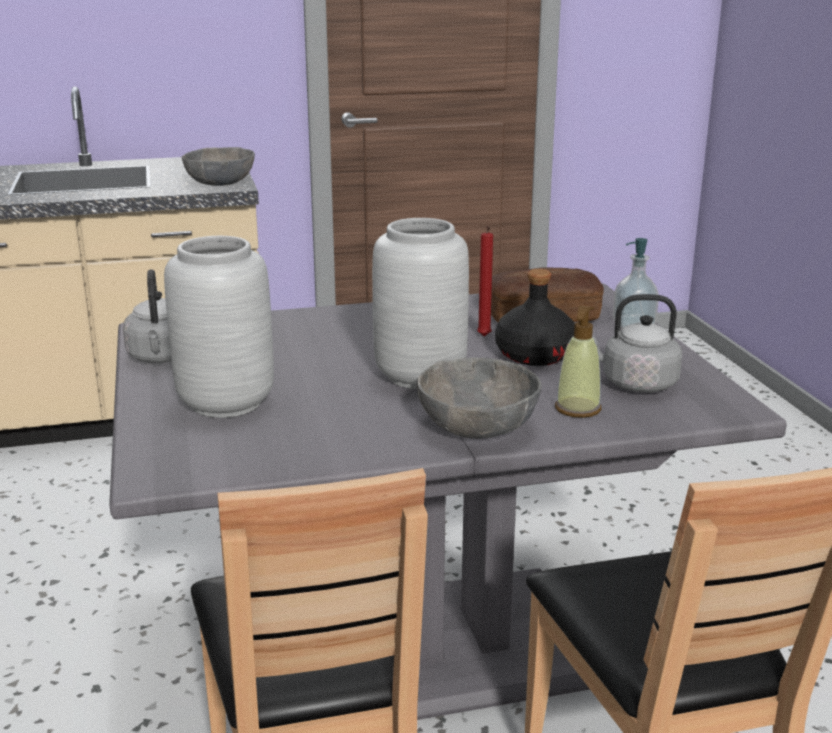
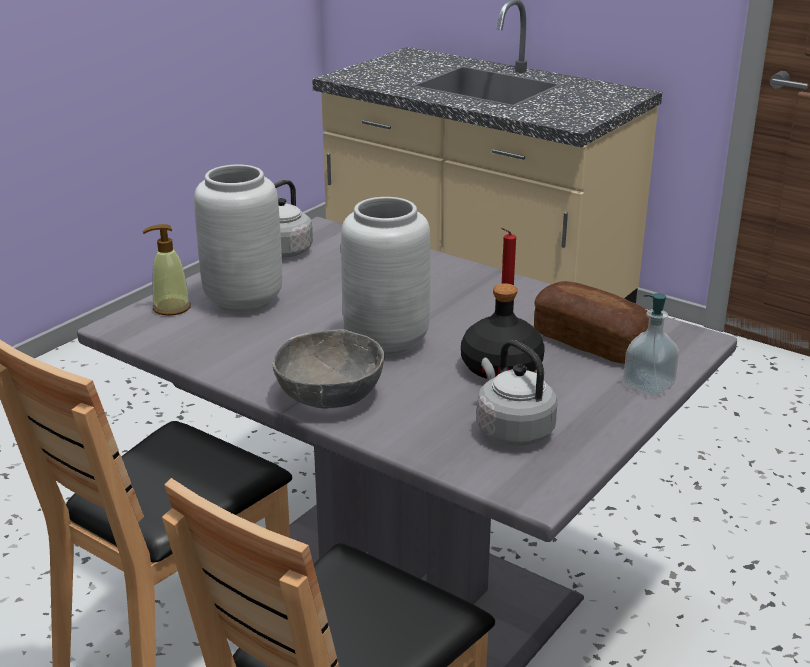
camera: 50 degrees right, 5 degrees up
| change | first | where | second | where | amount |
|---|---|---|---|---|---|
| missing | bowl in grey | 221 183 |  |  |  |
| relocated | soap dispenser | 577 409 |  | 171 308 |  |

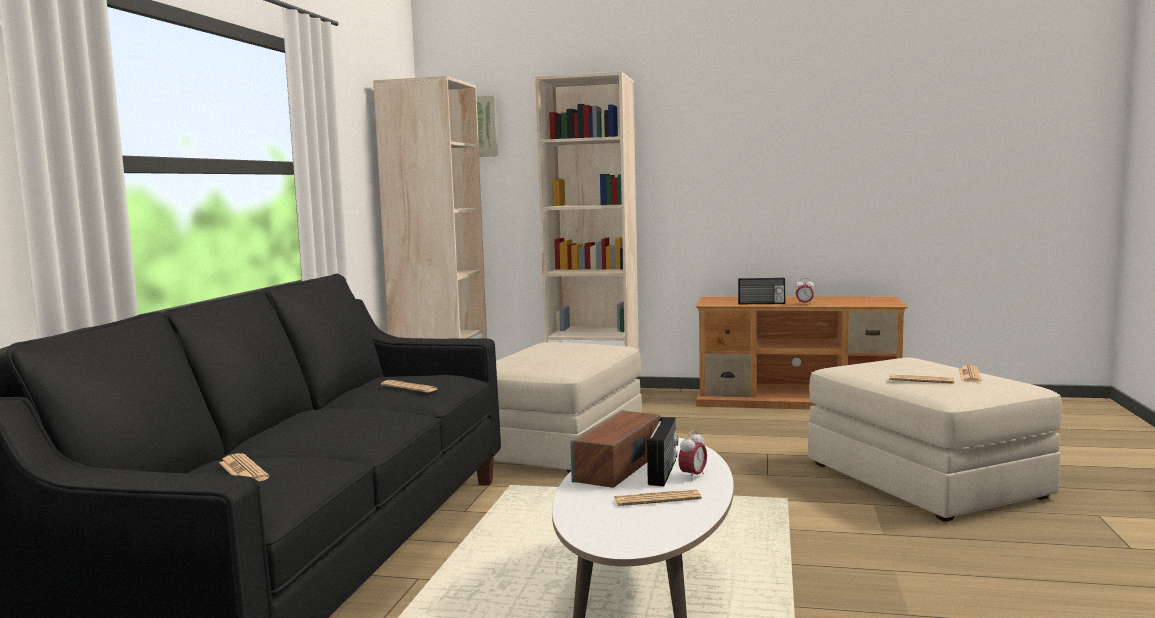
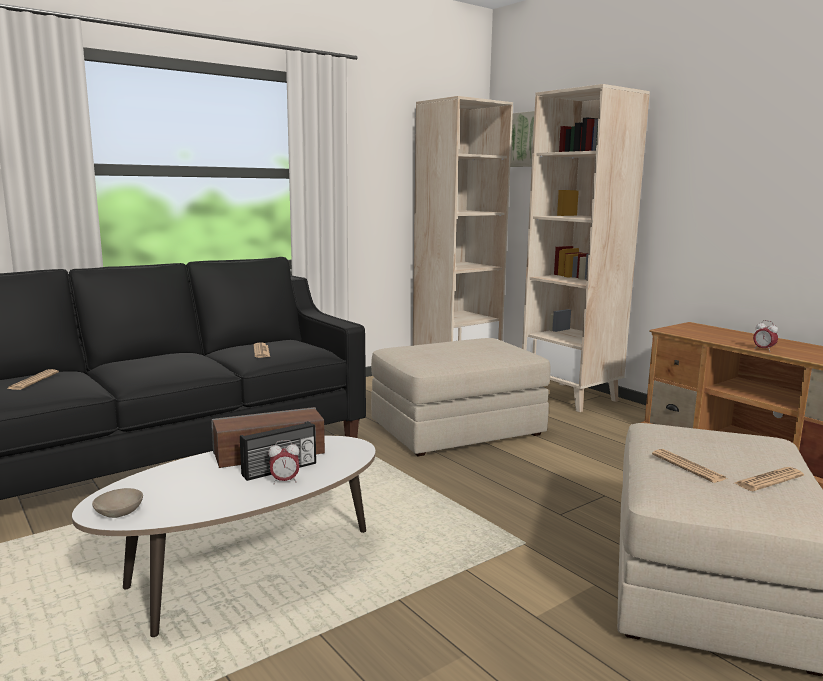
camera: 40 degrees right, 5 degrees up
| change | first | where | second | where | amount |
|---|---|---|---|---|---|
| missing | newspaper | 657 499 |  |  |  |
| missing | radio | 761 303 |  |  |  |
| appeared |  |  | bowl in beige | 121 512 |  |

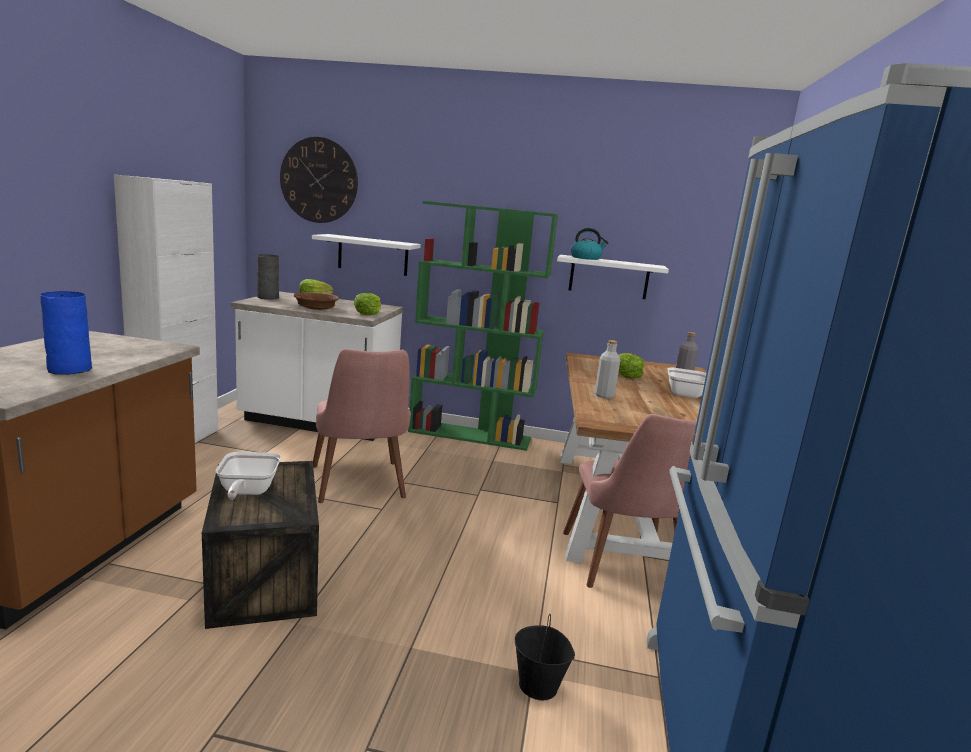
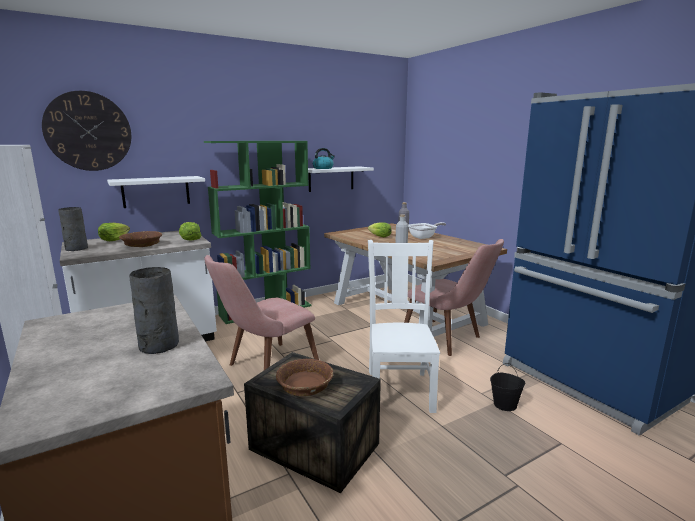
camera: 40 degrees left, 0 degrees up
| change | first | where | second | where | amount |
|---|---|---|---|---|---|
| colour | vase in blue | 68 369 | vase in grey | 158 345 |  |
| exchanged | frying pan | 247 492 | bowl in brown | 305 386 |  |
| spun | chair in pink | 360 487 |  | 264 369 | 105 degrees clockwise |
| appeared |  |  | chair in white | 399 389 |  |

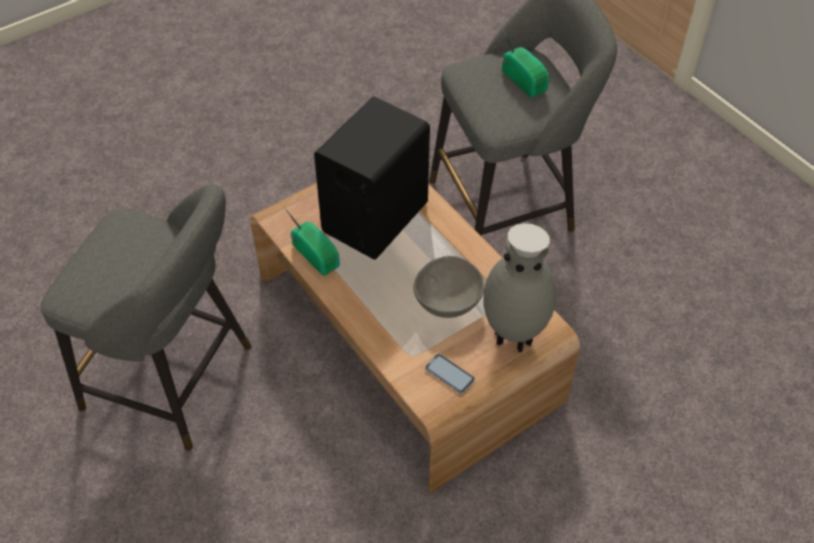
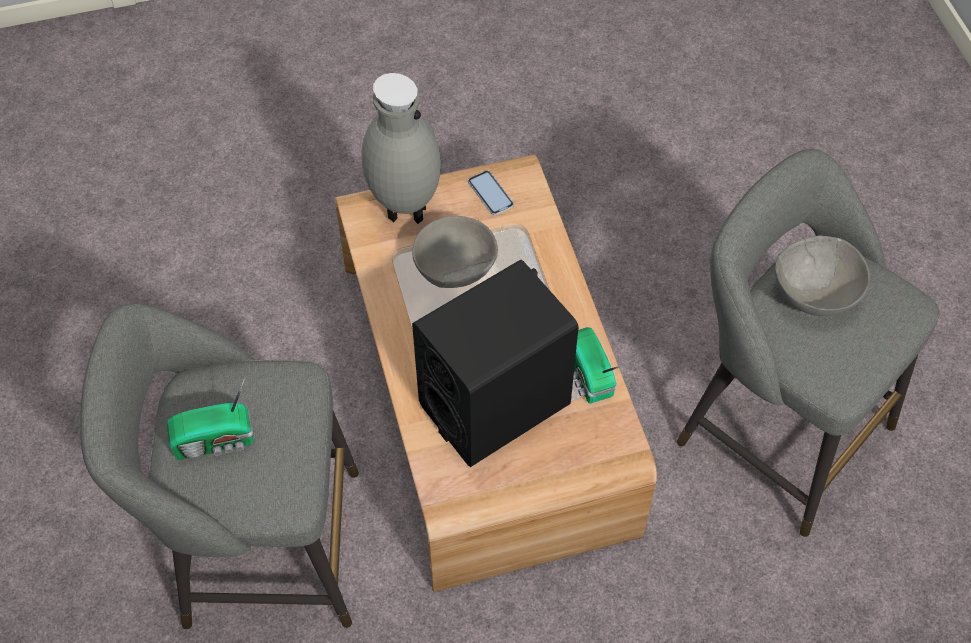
camera: 160 degrees left, 5 degrees up
| change | first | where | second | where | amount |
|---|---|---|---|---|---|
| spun | radio | 524 79 |  | 216 441 | 90 degrees counterclockwise |
| appeared |  |  | bowl in grey | 814 294 |  |

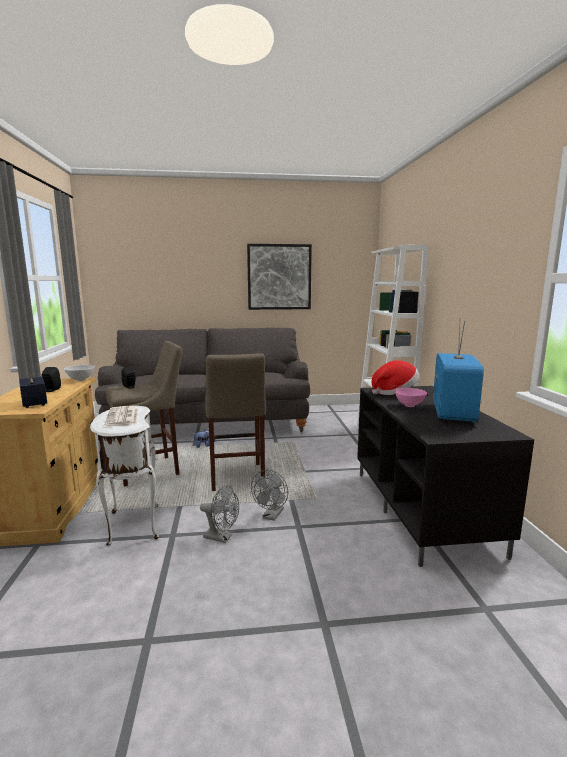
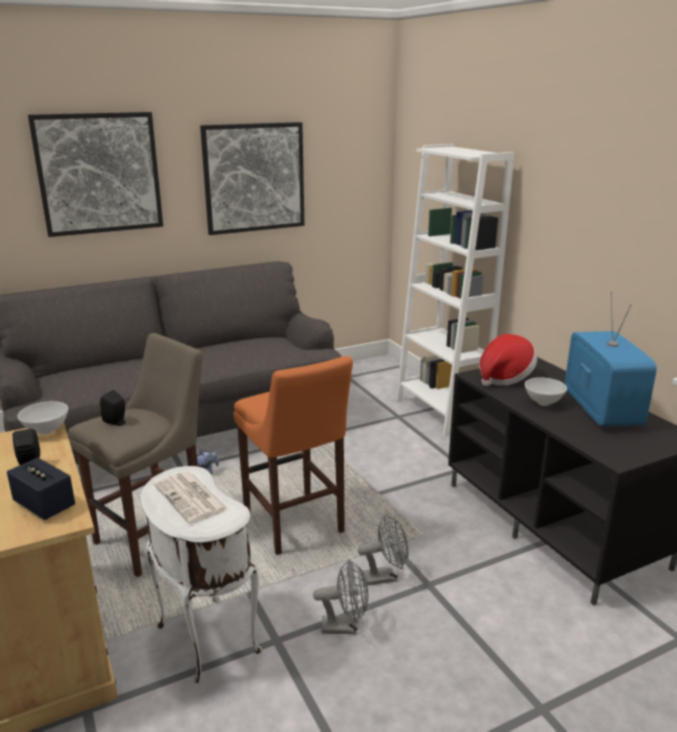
camera: 20 degrees left, 10 degrees up
| change | first | where | second | where | amount |
|---|---|---|---|---|---|
| colour | stool in beige | 236 478 | stool in orange | 295 525 |  |
| spun | fan in grey | 271 516 |  | 385 576 | 105 degrees counterclockwise |
| colour | bowl in pink | 409 405 | bowl in white | 543 402 |  |
| appeared |  |  | picture | 99 173 |  |

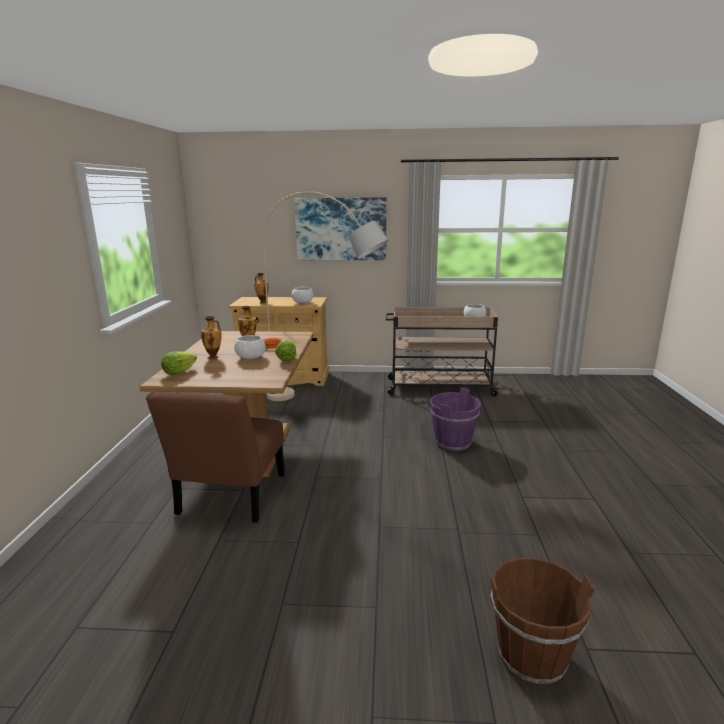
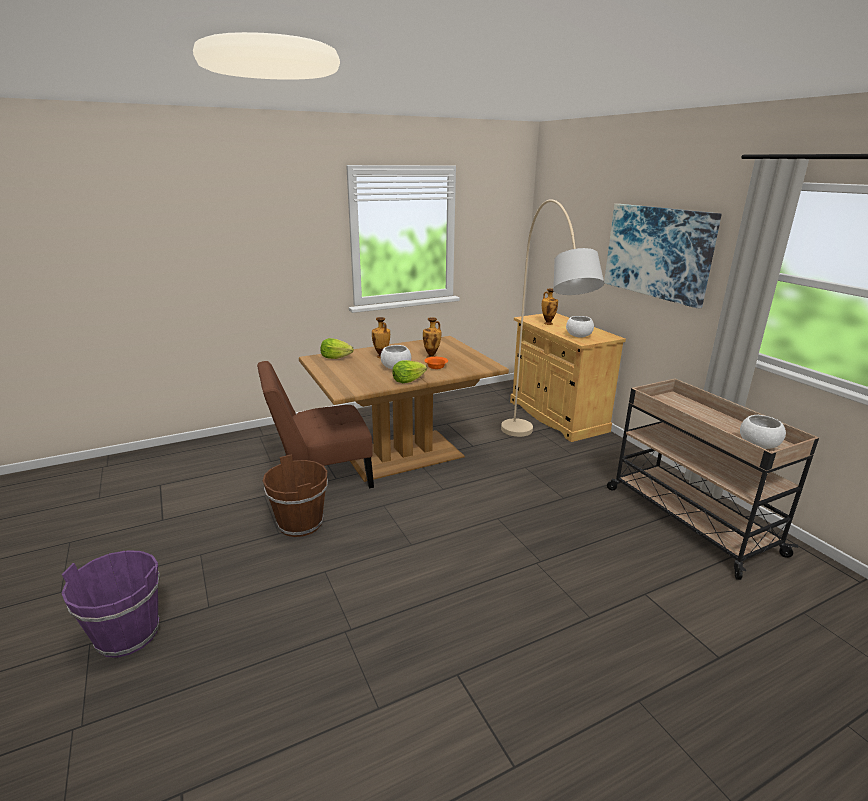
camera: 60 degrees right, 5 degrees up
| change | first | where | second | where | amount |
|---|---|---|---|---|---|
| relocated | bucket in purple | 452 443 |  | 128 634 |  |
| relocated | bucket in brown | 531 656 |  | 301 523 |  |

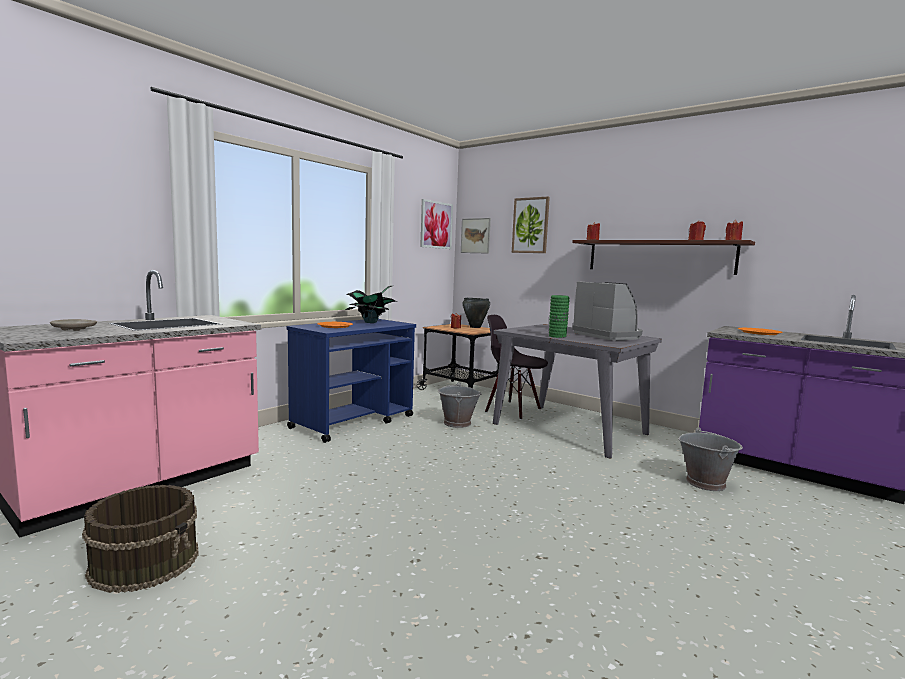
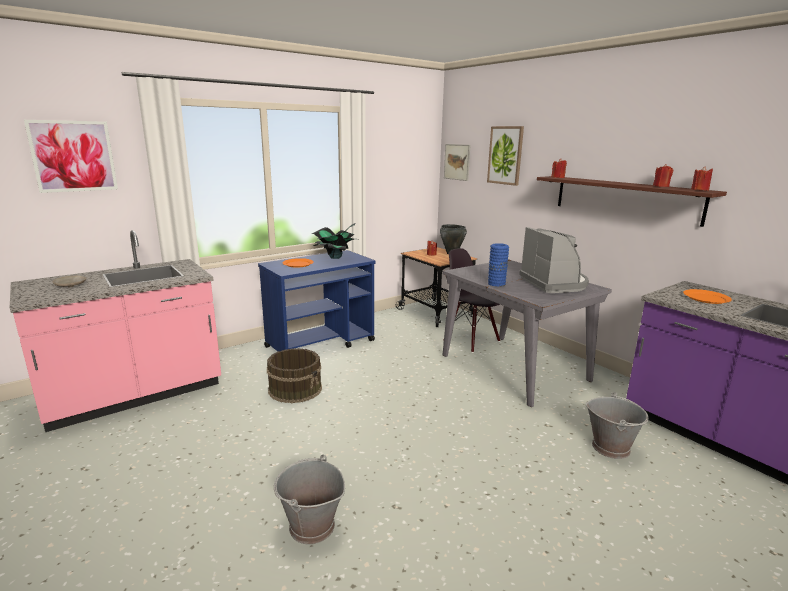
camera: 15 degrees right, 10 degrees up
| change | first | where | second | where | amount |
|---|---|---|---|---|---|
| relocated | bucket in brown | 146 561 |  | 295 389 |  |
| relocated | picture | 436 225 |  | 73 156 |  |
| relocated | bucket in grey | 457 423 |  | 311 527 |  |
| colour | vase in green | 557 336 | vase in blue | 496 284 |  |

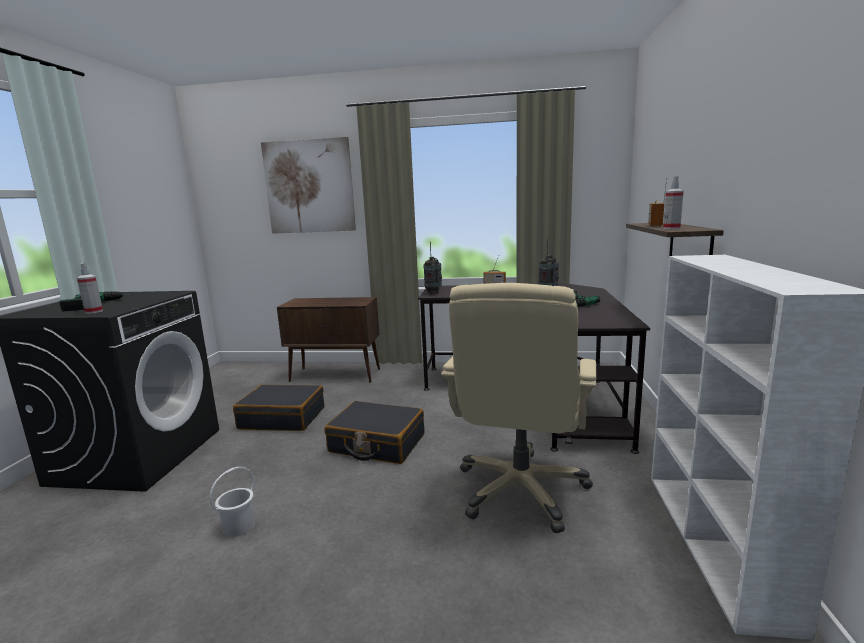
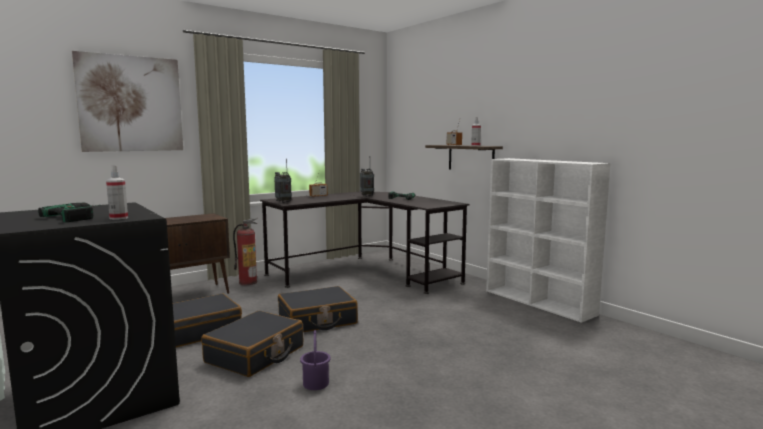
camera: 45 degrees left, 5 degrees down
| change | first | where | second | where | amount |
|---|---|---|---|---|---|
| colour | bucket in white | 238 526 | bucket in purple | 315 383 |  |
| missing | office chair in beige | 521 490 |  |  |  |
| appeared |  |  | suitcase in black | 255 355 |  |
| appeared |  |  | fire extinguisher | 248 282 |  |

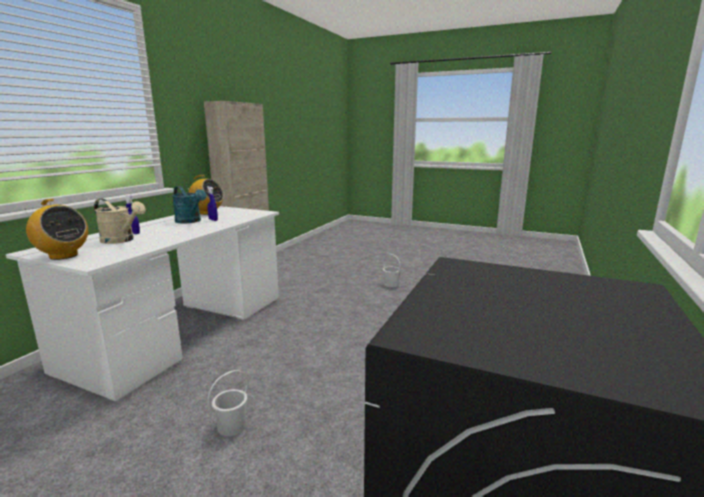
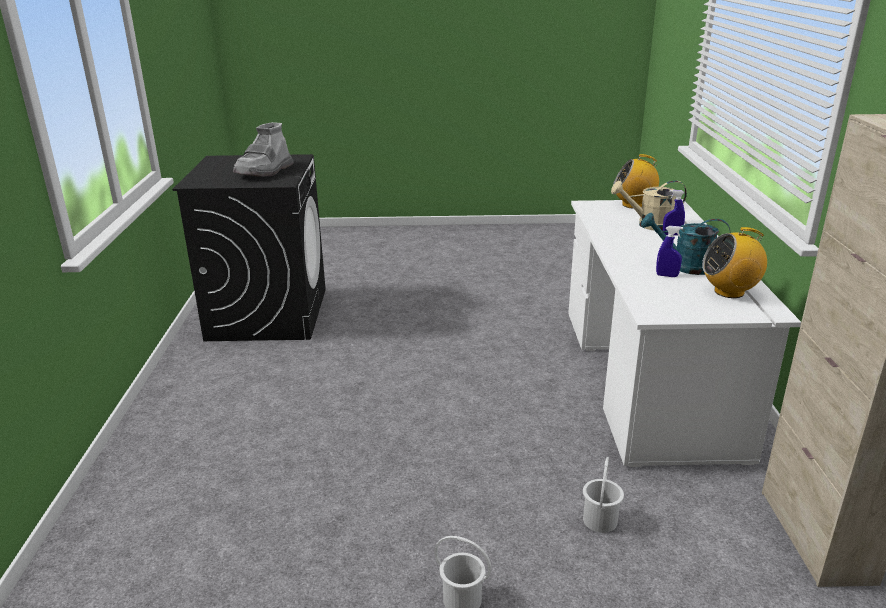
camera: 155 degrees right, 10 degrees up
| change | first | where | second | where | amount |
|---|---|---|---|---|---|
| relocated | bucket in white | 231 425 |  | 600 520 |  |
| appeared |  |  | boot in grey | 265 171 |  |

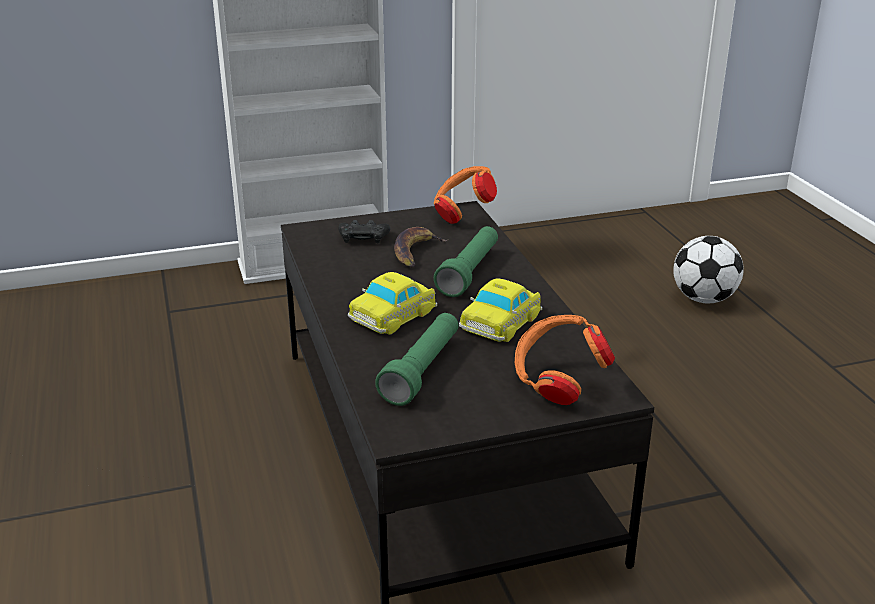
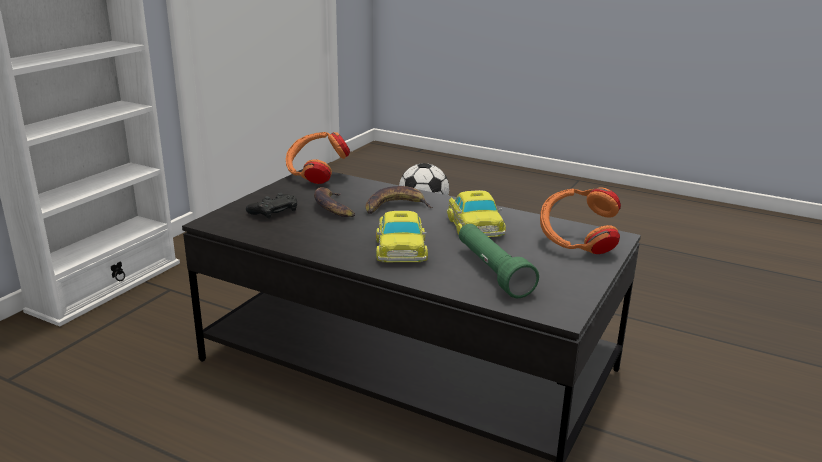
camera: 45 degrees left, 5 degrees down
| change | first | where | second | where | amount |
|---|---|---|---|---|---|
| exchanged | flashlight in green | 469 272 | banana | 395 206 |  |

